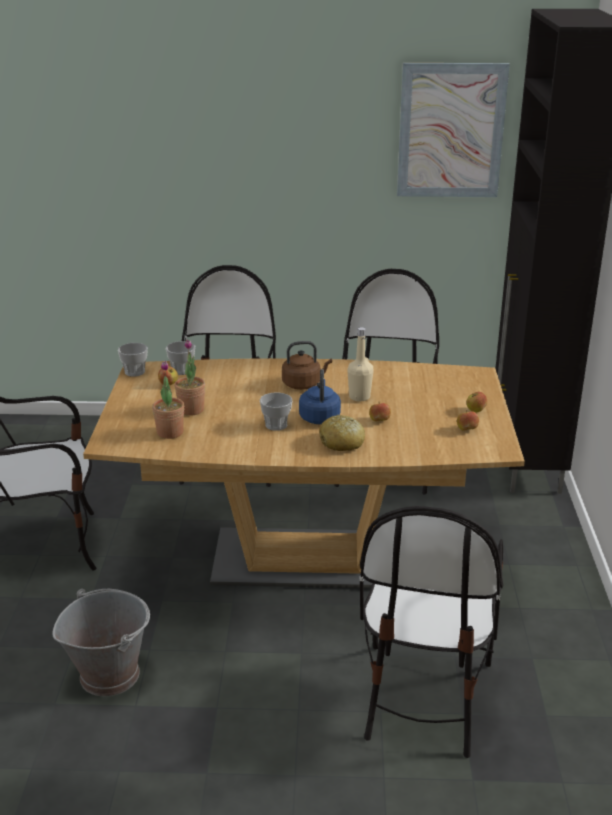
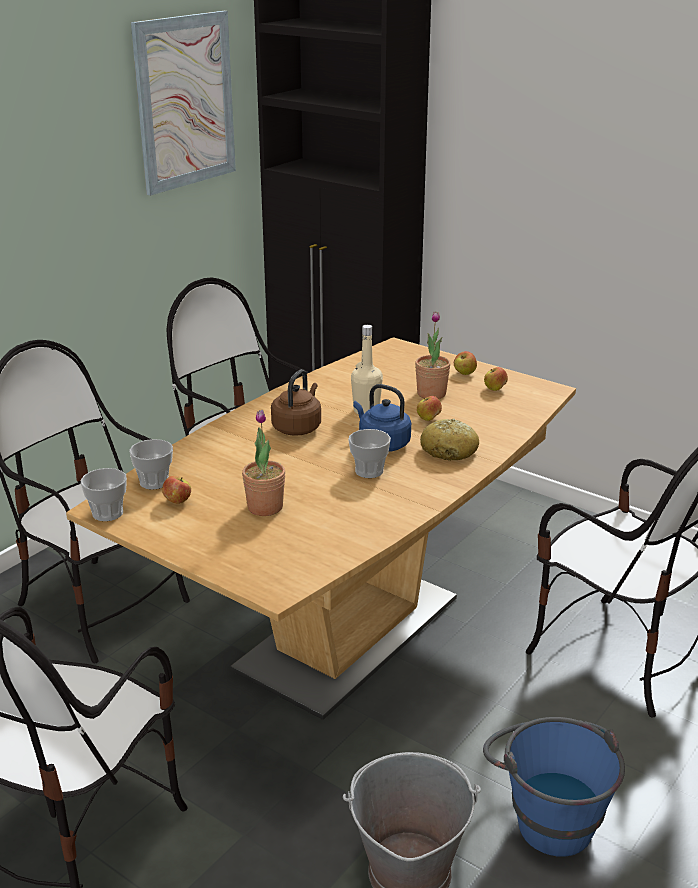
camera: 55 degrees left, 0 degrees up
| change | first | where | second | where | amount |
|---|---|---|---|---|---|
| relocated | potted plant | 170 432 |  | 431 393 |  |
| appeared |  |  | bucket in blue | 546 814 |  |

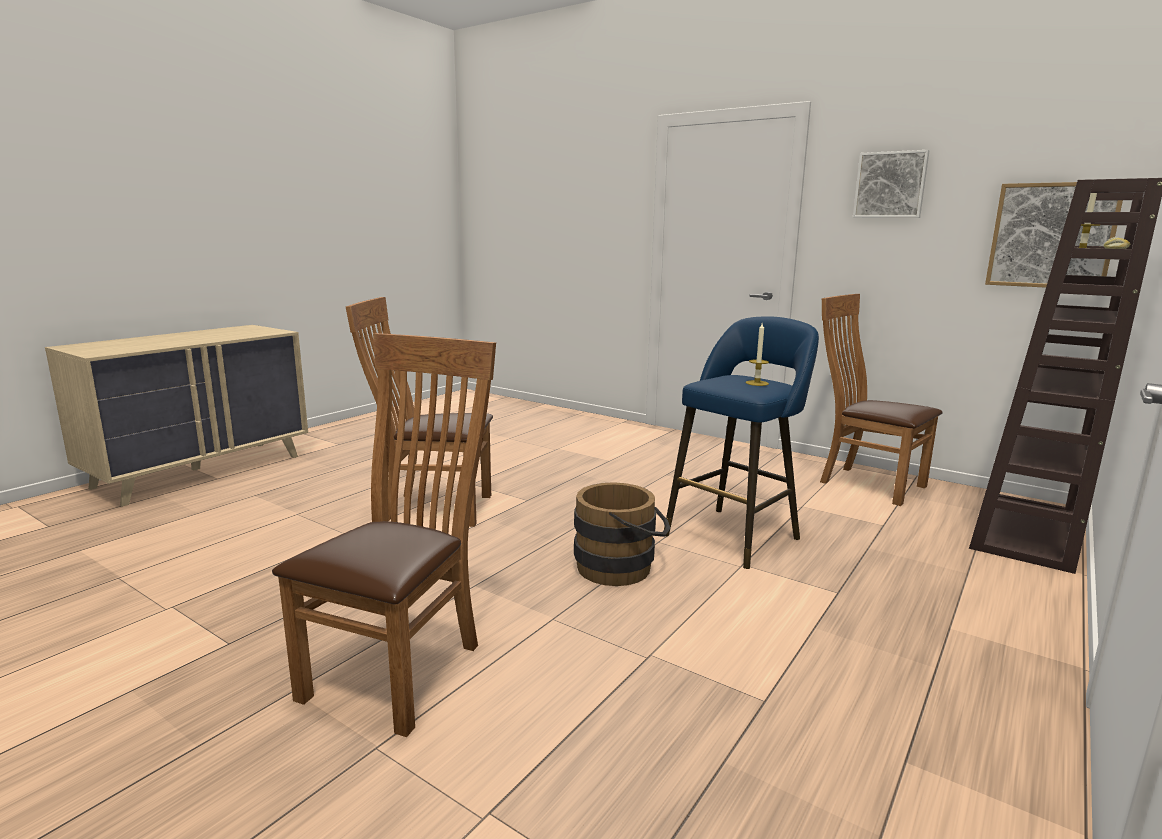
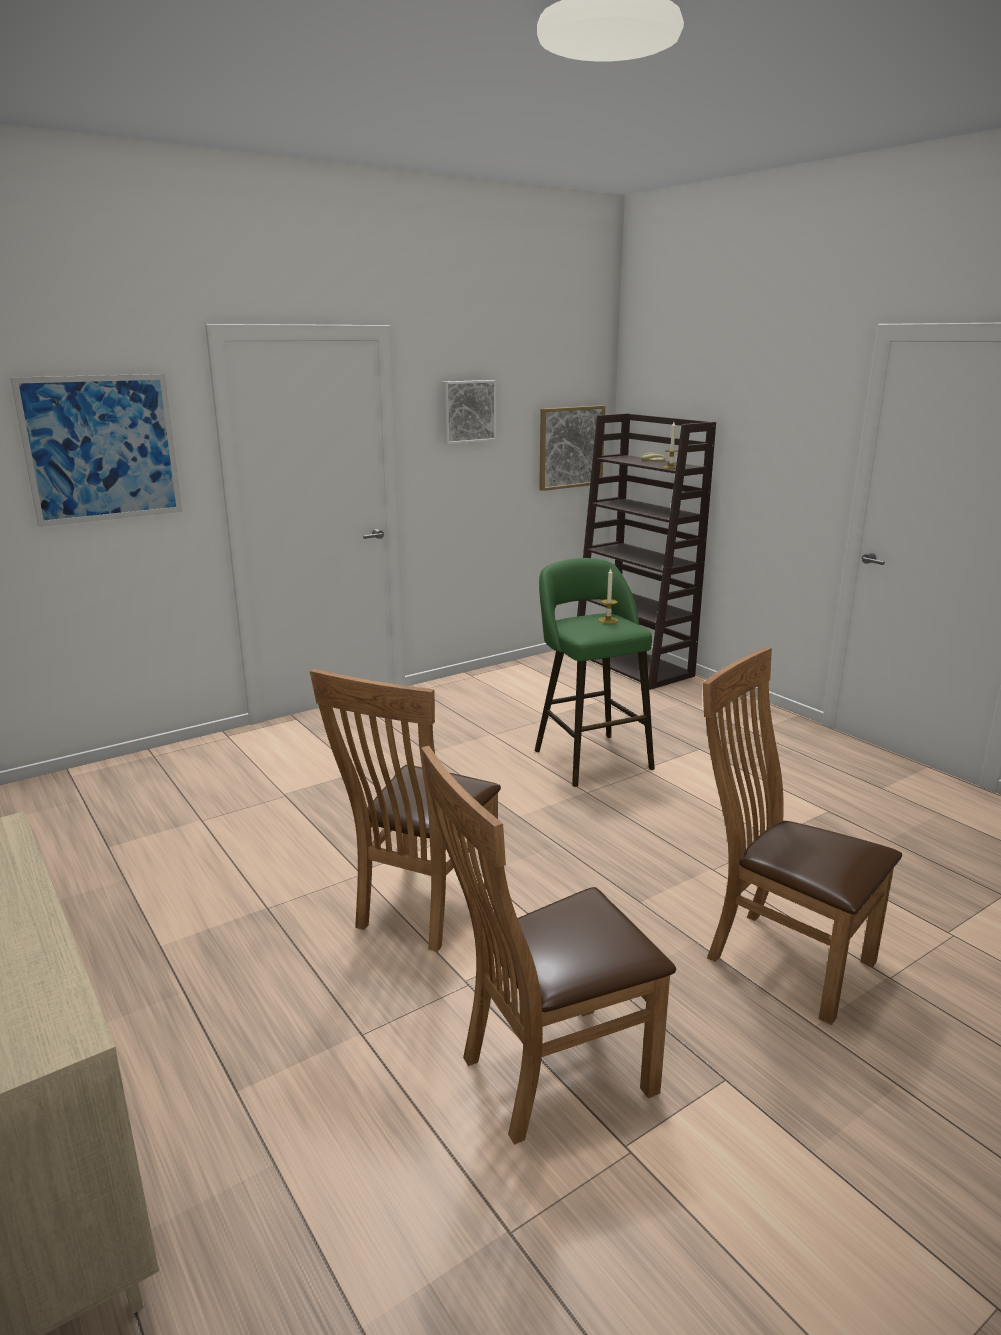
camera: 70 degrees left, 5 degrees up
| change | first | where | second | where | amount |
|---|---|---|---|---|---|
| missing | bucket in brown | 621 567 |  |  |  |
| colour | stool in blue | 735 534 | stool in green | 589 757 |  |
| relocated | chair in brown | 866 483 |  | 546 1075 |  |
| appeared |  |  | picture | 101 448 |  |

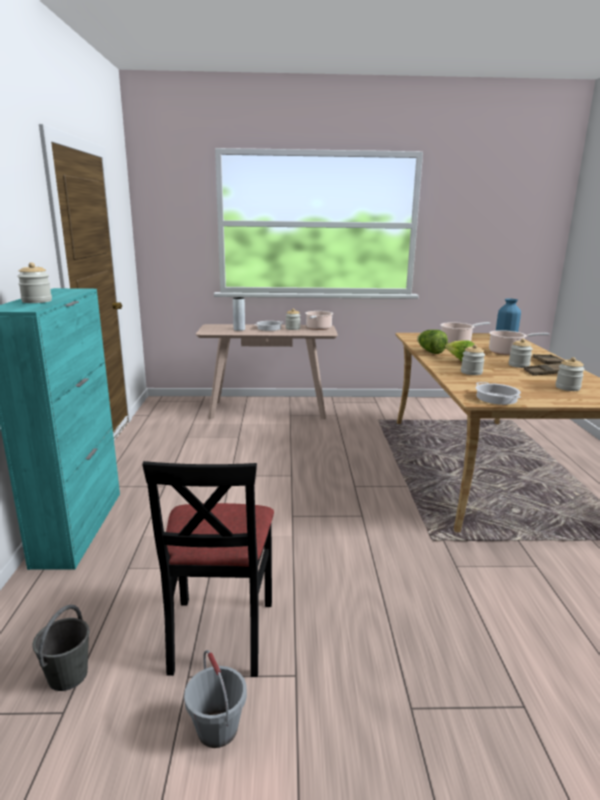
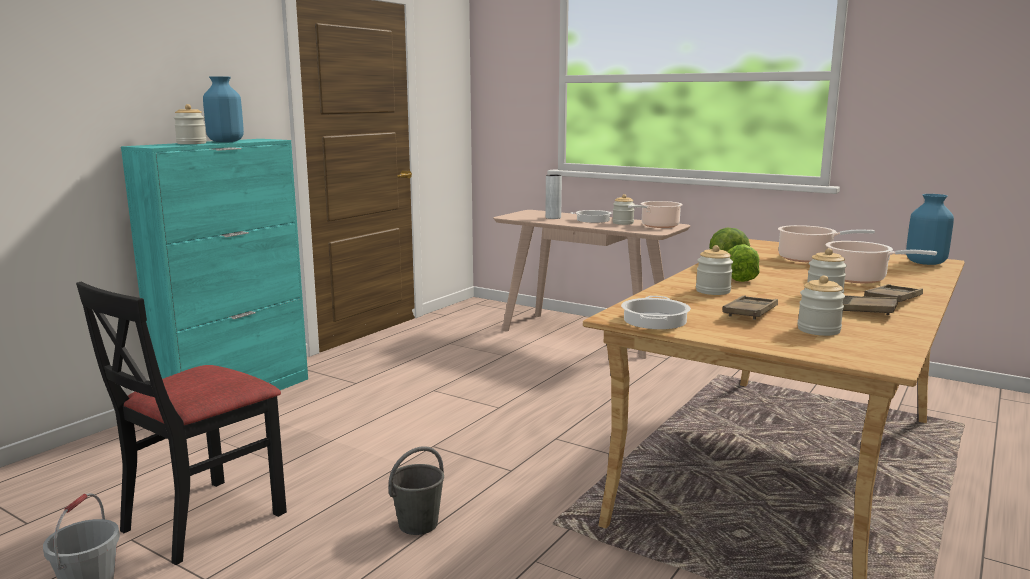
camera: 35 degrees right, 5 degrees down
| change | first | where | second | where | amount |
|---|---|---|---|---|---|
| relocated | bucket in grey | 68 675 |  | 419 524 |  |
| appeared |  |  | vase in blue | 226 141 |  |
| appeared |  |  | tray in brown | 750 313 |  |

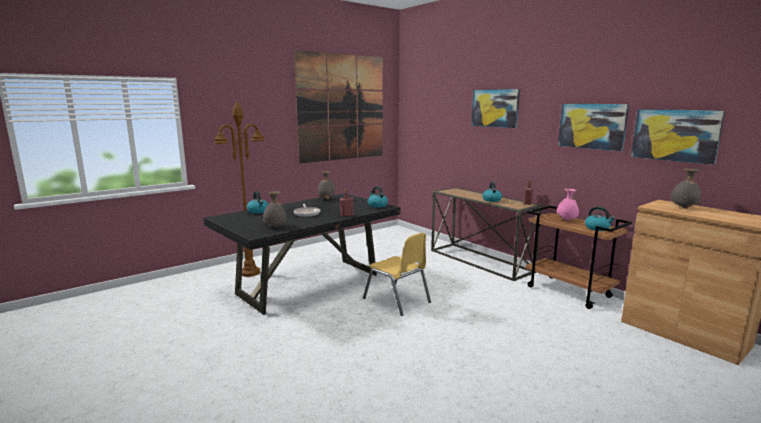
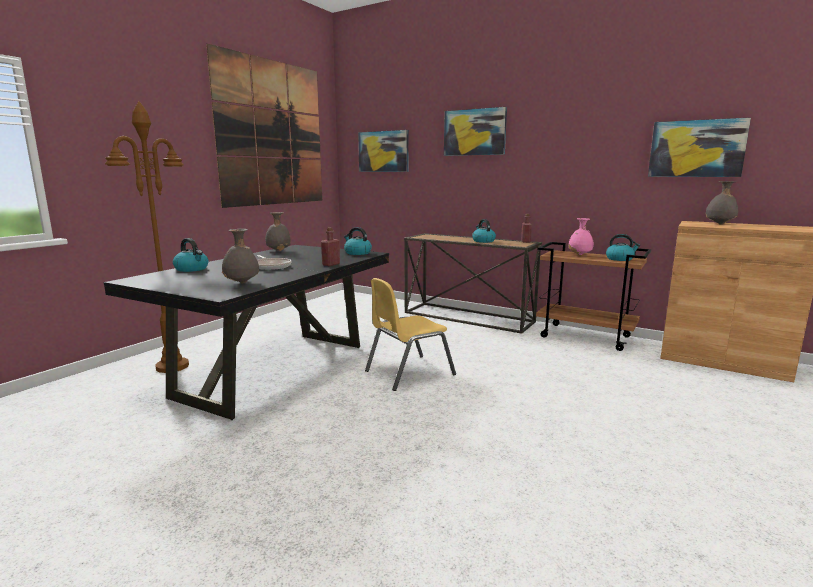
camera: 20 degrees left, 0 degrees up
| change | first | where | second | where | amount |
|---|---|---|---|---|---|
| spun | chair in yellow | 397 300 |  | 408 372 | 120 degrees clockwise |
| relocated | picture | 591 126 |  | 383 151 |  |

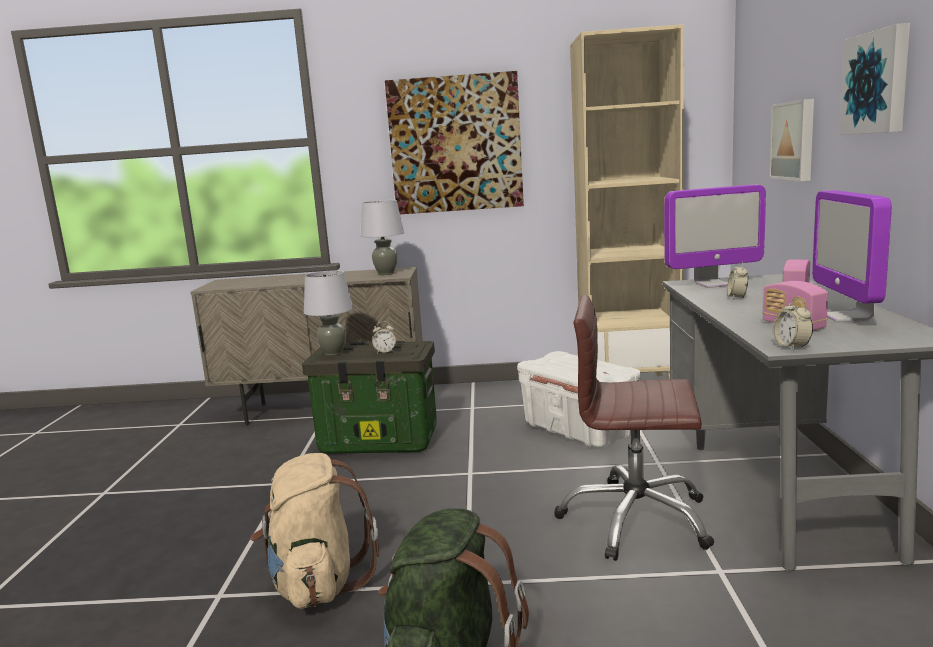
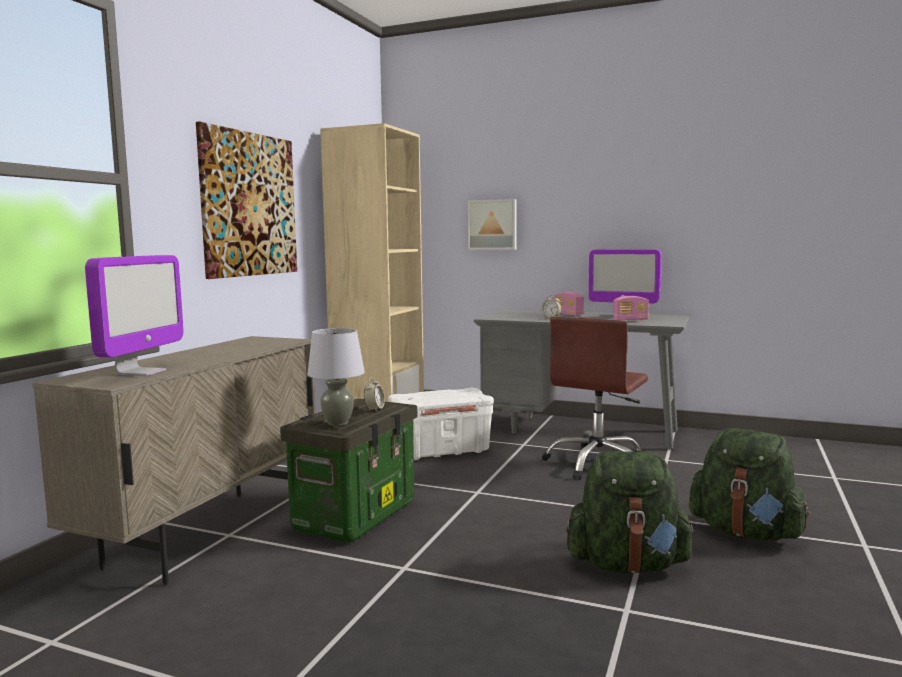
camera: 70 degrees left, 5 degrees down
| change | first | where | second | where | amount |
|---|---|---|---|---|---|
| colour | backpack in beige | 317 584 | backpack in green | 627 565 |  |
| missing | table lamp in grey | 386 273 |  |  |  |
| relocated | monitor | 712 284 |  | 141 372 |  |
| missing | alarm clock | 791 347 |  |  |  |
| missing | picture | 878 82 |  |  |  |

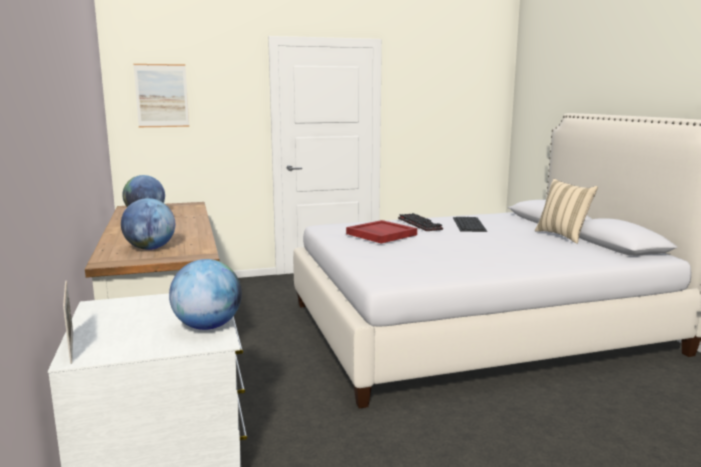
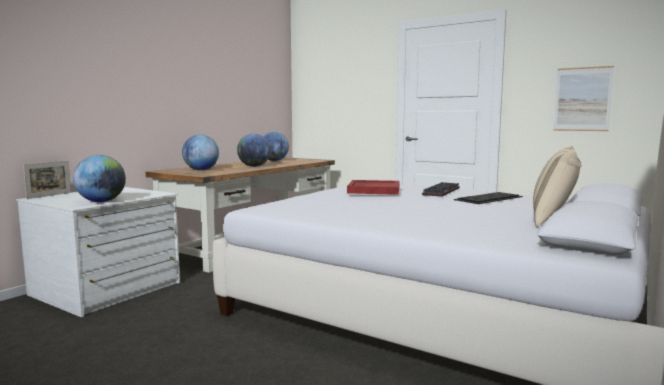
camera: 50 degrees right, 5 degrees down
| change | first | where | second | where | amount |
|---|---|---|---|---|---|
| relocated | picture | 162 95 |  | 582 99 |  |
| appeared |  |  | globe | 254 166 |  |

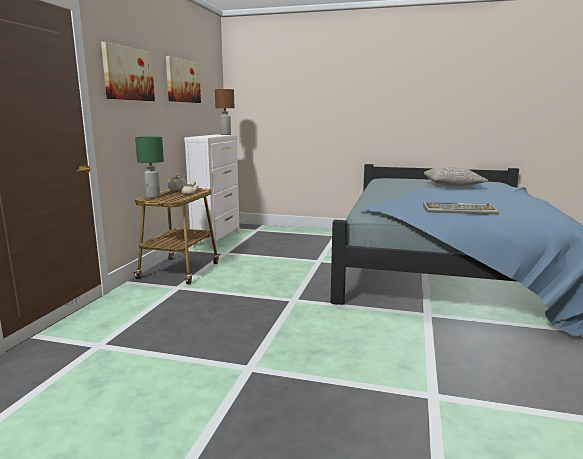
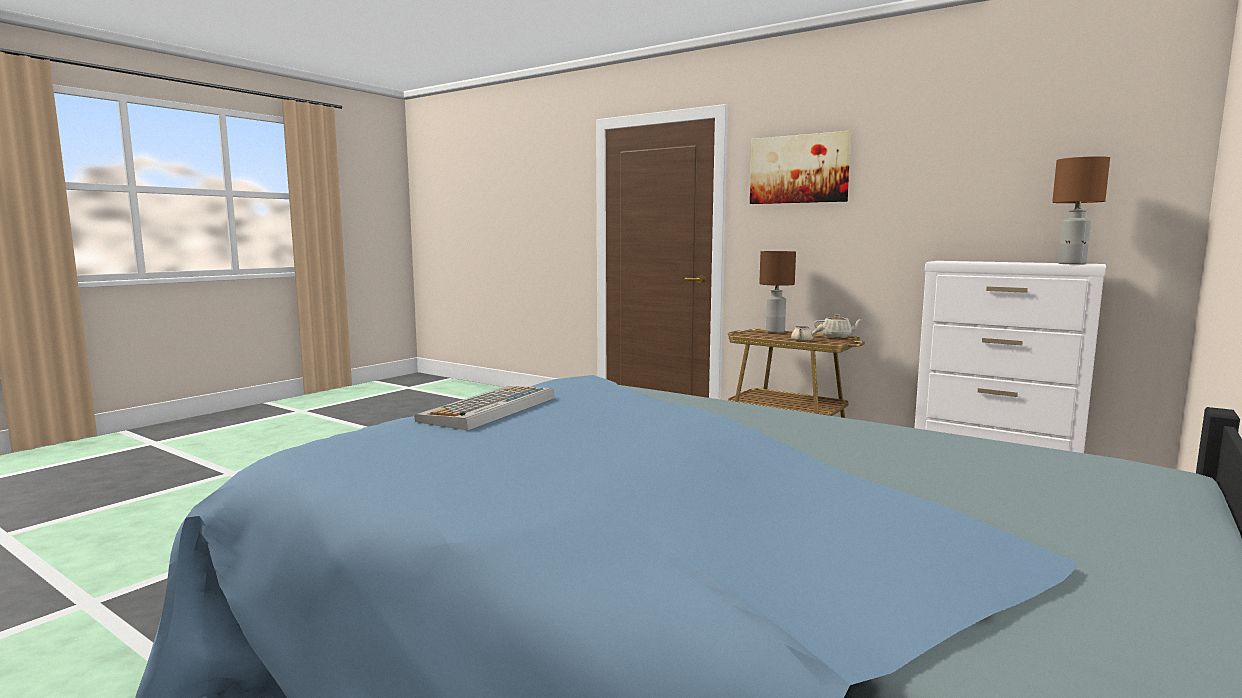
camera: 110 degrees right, 5 degrees down
| change | first | where | second | where | amount |
|---|---|---|---|---|---|
| colour | table lamp in green | 153 196 | table lamp in brown | 774 331 |  |
| missing | picture | 182 81 |  |  |  |
| missing | pillow in grey | 453 185 |  |  |  |

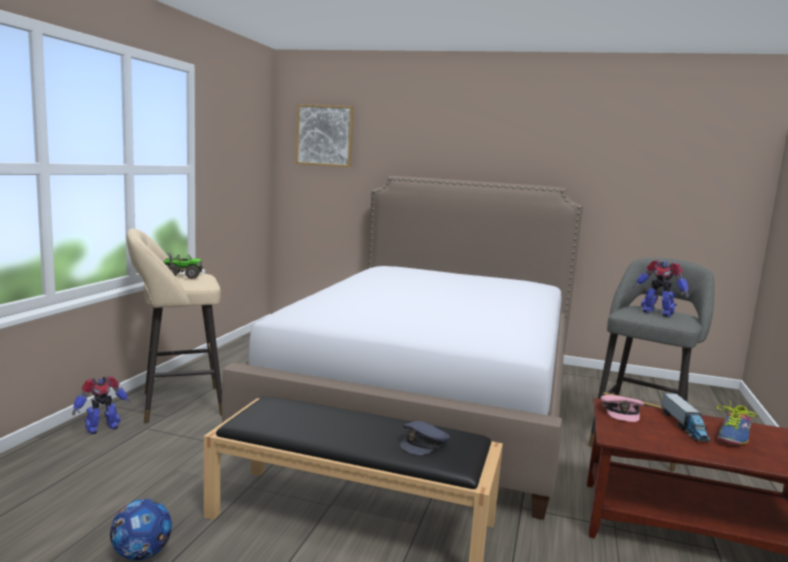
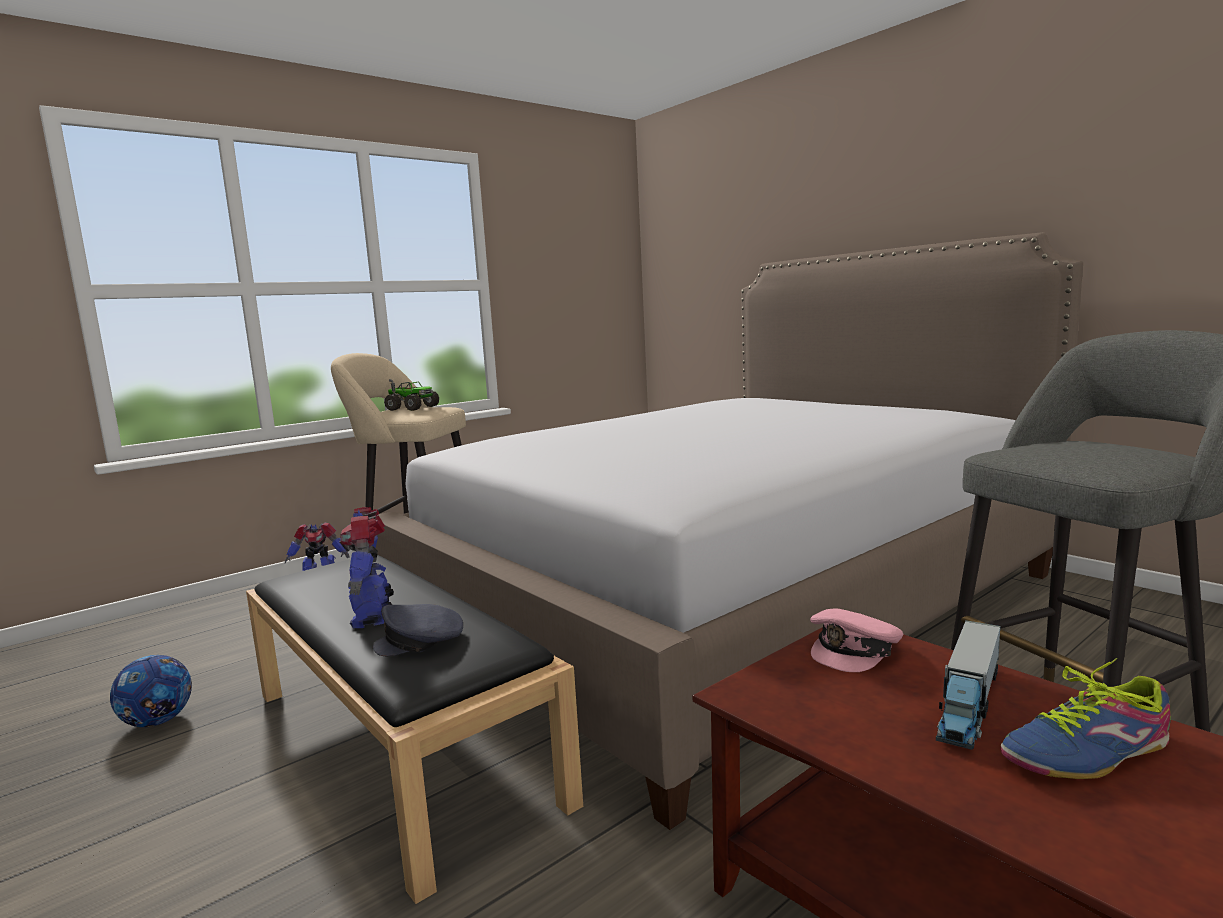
camera: 35 degrees right, 0 degrees up
| change | first | where | second | where | amount |
|---|---|---|---|---|---|
| missing | picture | 325 135 |  |  |  |
| relocated | toy robot | 657 312 |  | 373 615 |  |

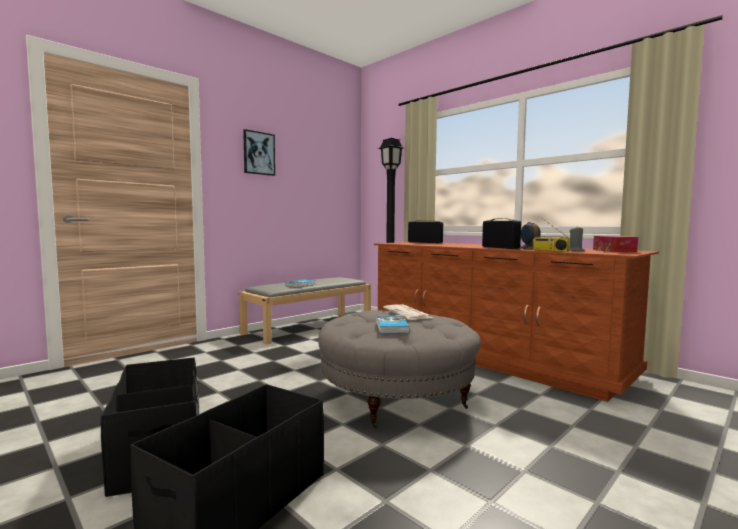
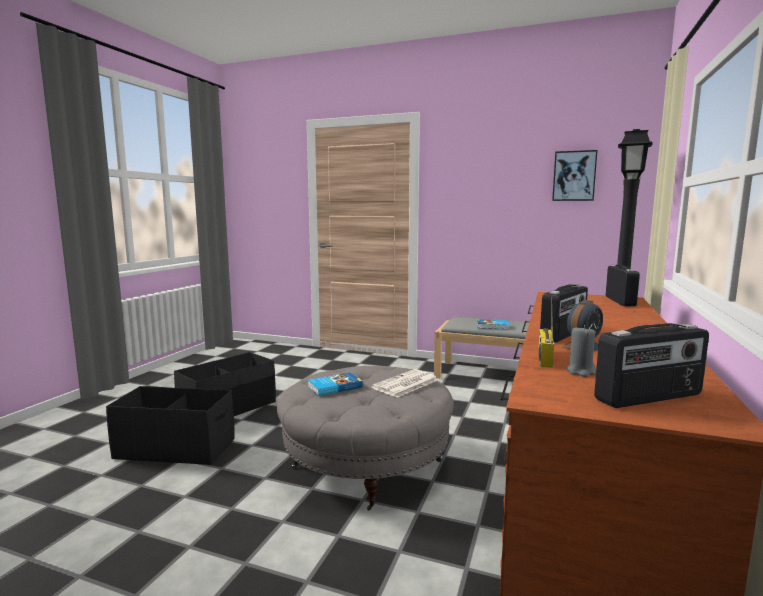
camera: 65 degrees right, 5 degrees up
| change | first | where | second | where | amount |
|---|---|---|---|---|---|
| relocated | picture | 258 153 |  | 574 176 |  |
| exchanged | tissue box | 613 251 | radio | 649 397 |  |

